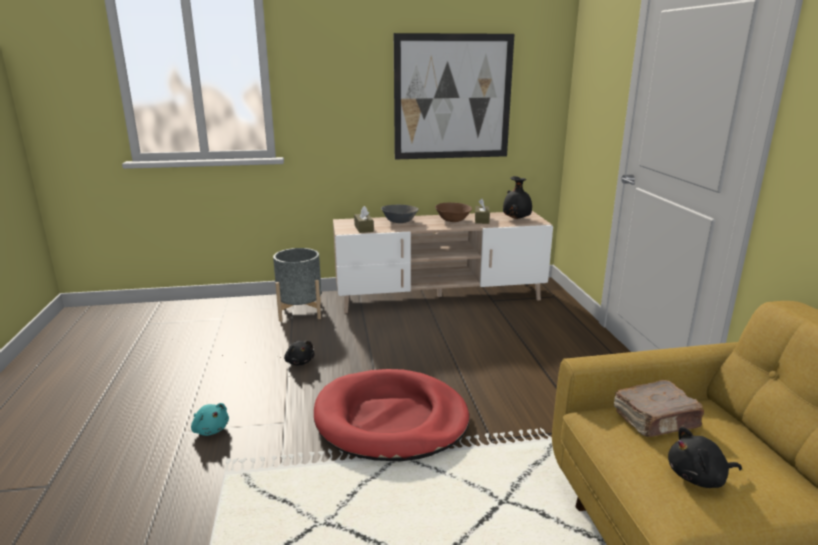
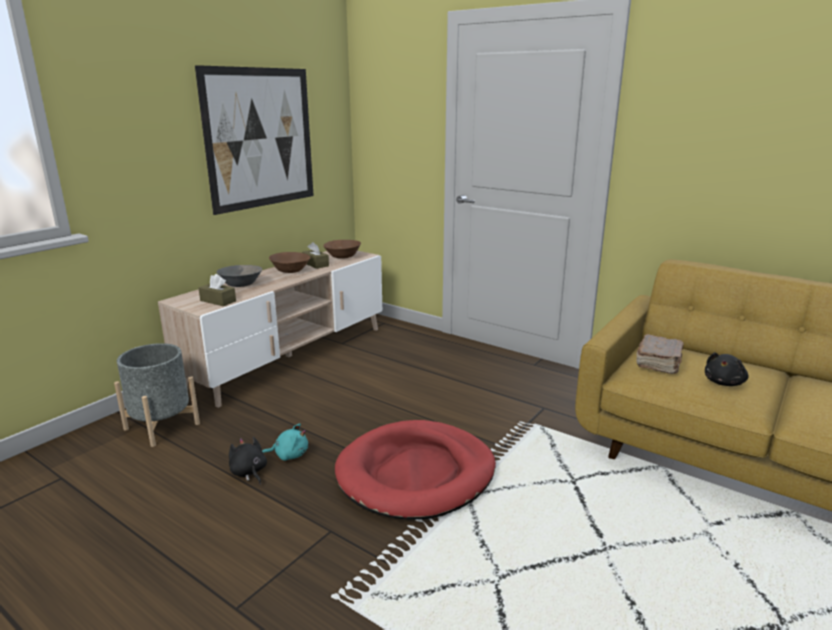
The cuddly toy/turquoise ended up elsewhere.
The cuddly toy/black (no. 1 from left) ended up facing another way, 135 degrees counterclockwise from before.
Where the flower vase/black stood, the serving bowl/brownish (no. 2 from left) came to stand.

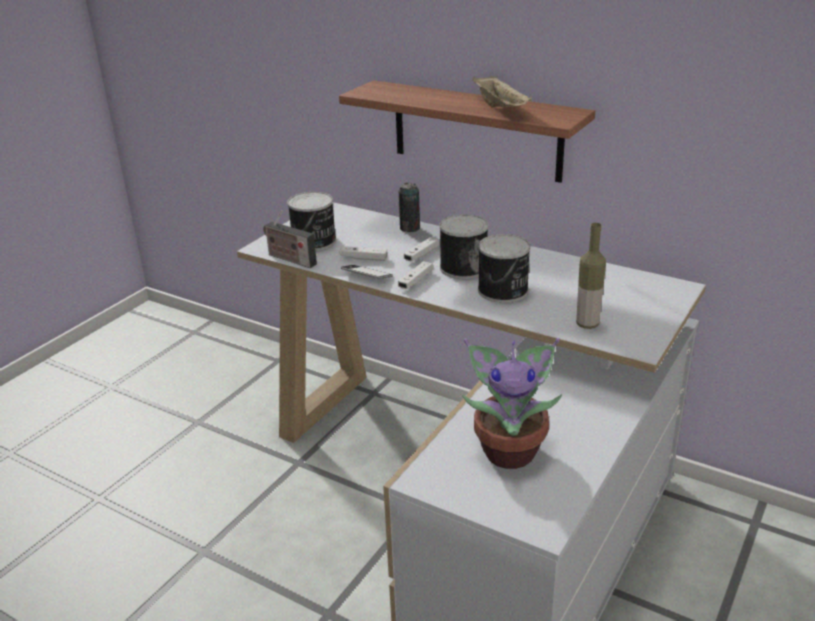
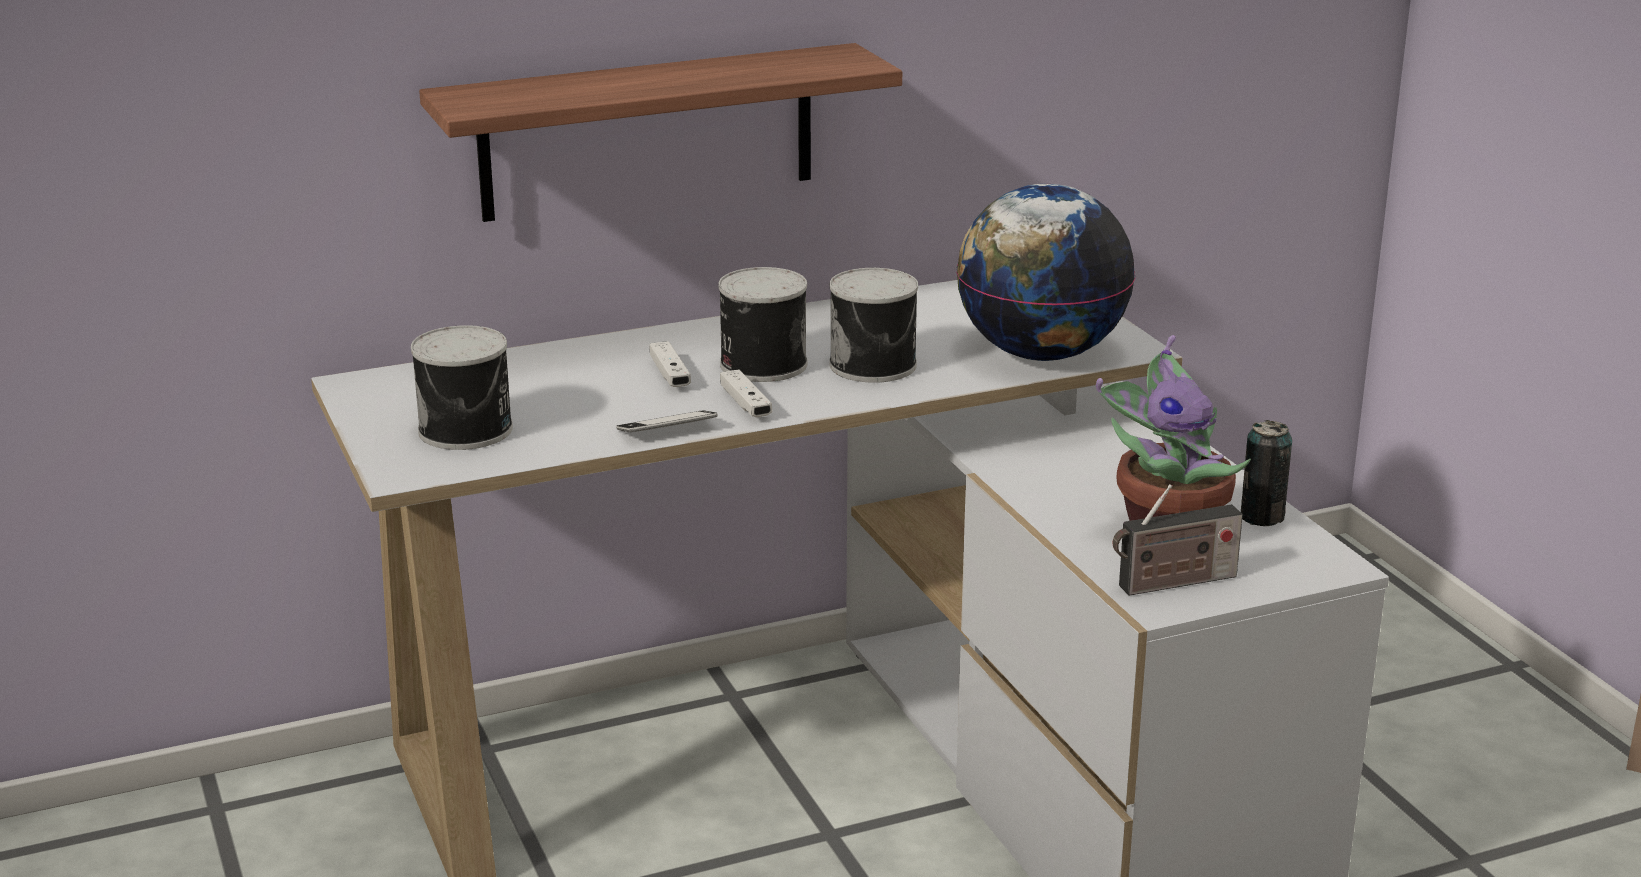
The radio set ended up elsewhere.
The second view lost the game controller/whitish (no. 1 from left).
The sealed can (no. 2 from left in the first image) ended up elsewhere.
The second view lost the serving tray/sand-coloured.
Where the bottle stood, the globe came to stand.

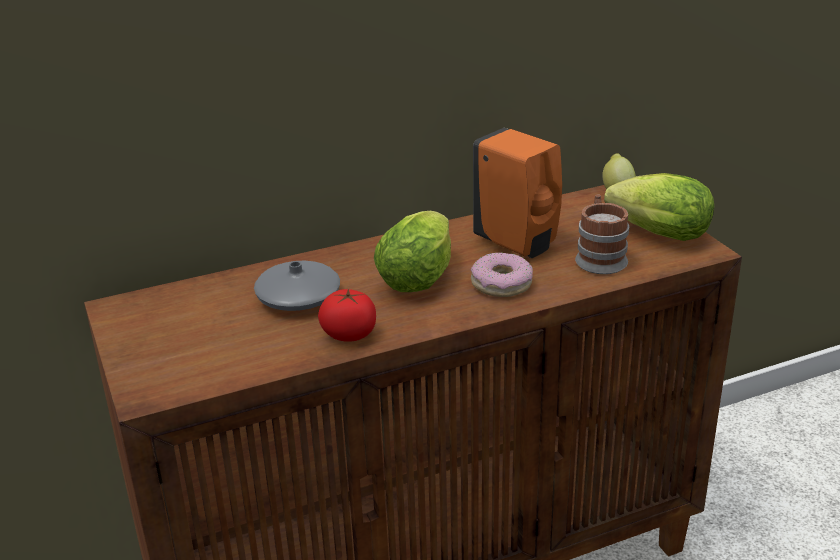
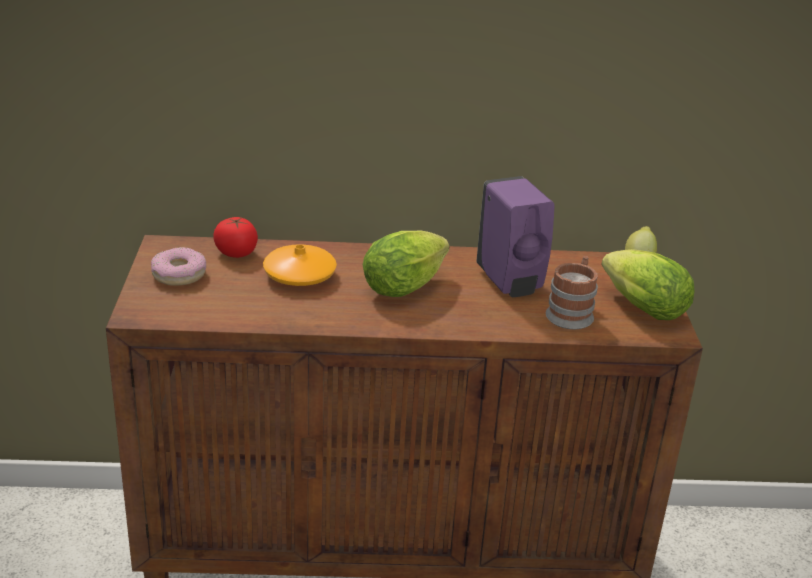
What was the flower vase/grey turned into the flower vase/orange-coloured.
The fresh tomato ended up elsewhere.
The doughnut ended up elsewhere.
What was the liquid soap bottle/orange-coloured turned into the liquid soap bottle/purple-coloured.

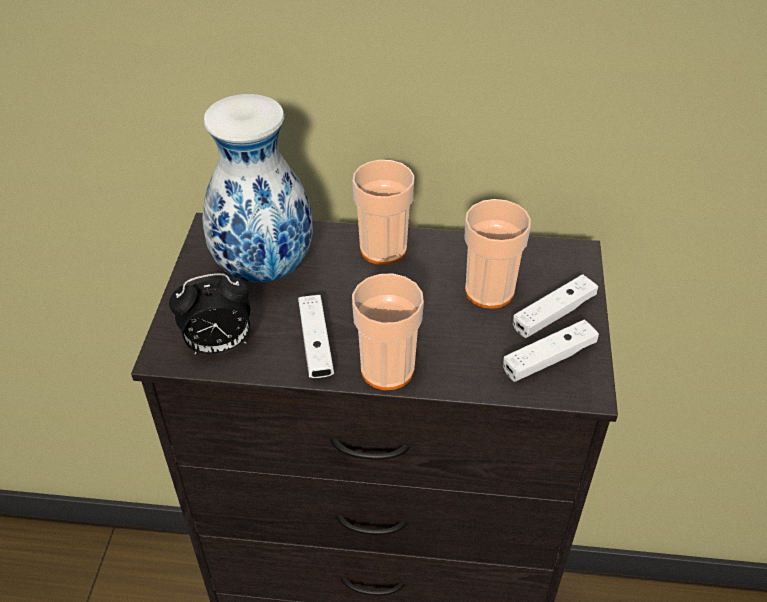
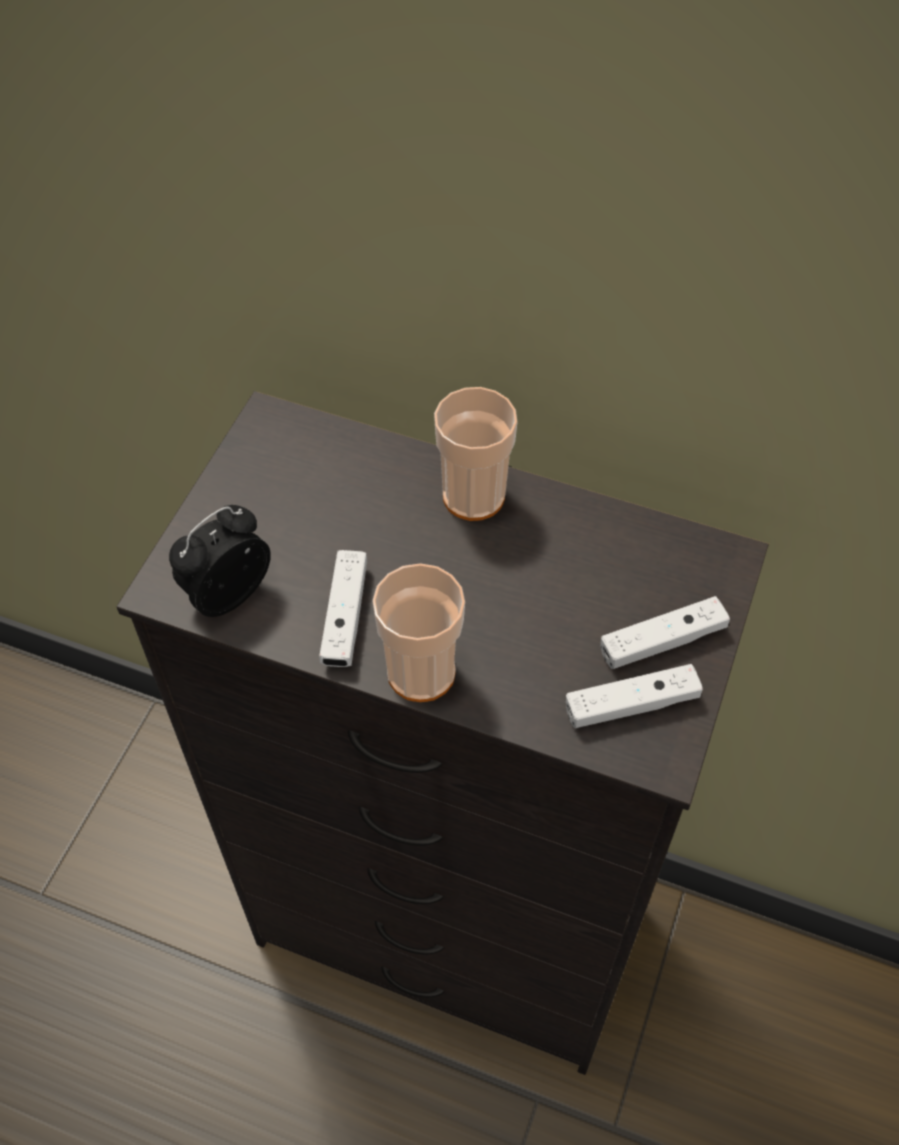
The bedside clock ended up facing another way, 135 degrees clockwise from before.
The second view lost the flower vase.
The second view lost the drinking cup (no. 3 from left).

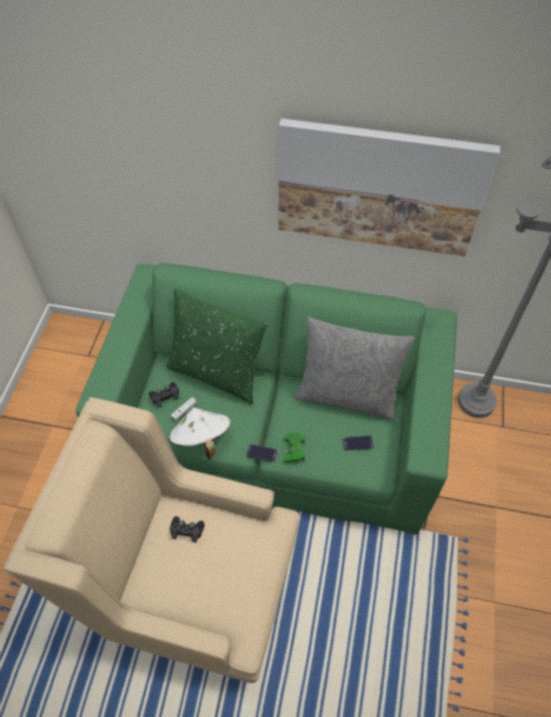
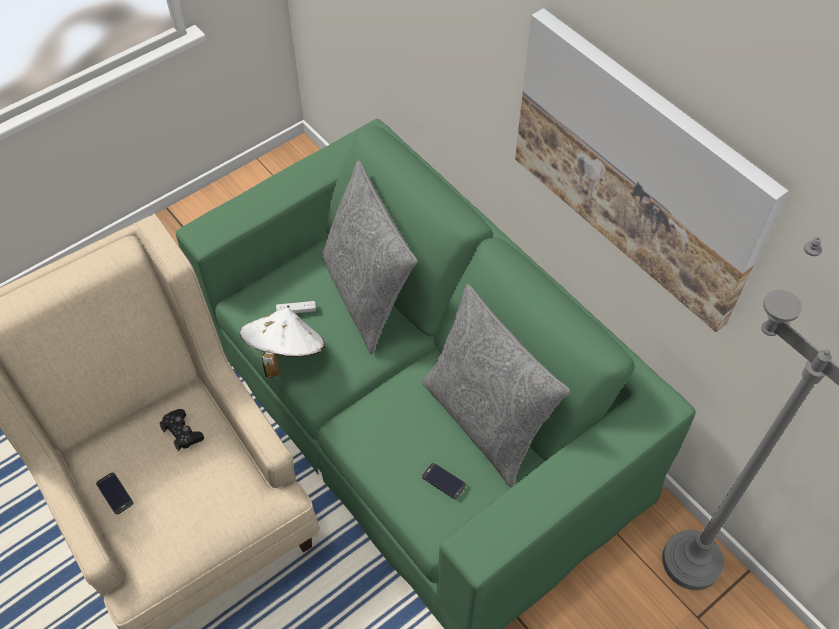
The second view lost the game controller/black (no. 1 from left).
What was the cushion/green turned into the cushion/grey (no. 1 from left).
The telephone (no. 1 from left) ended up elsewhere.
The second view lost the game controller/green.

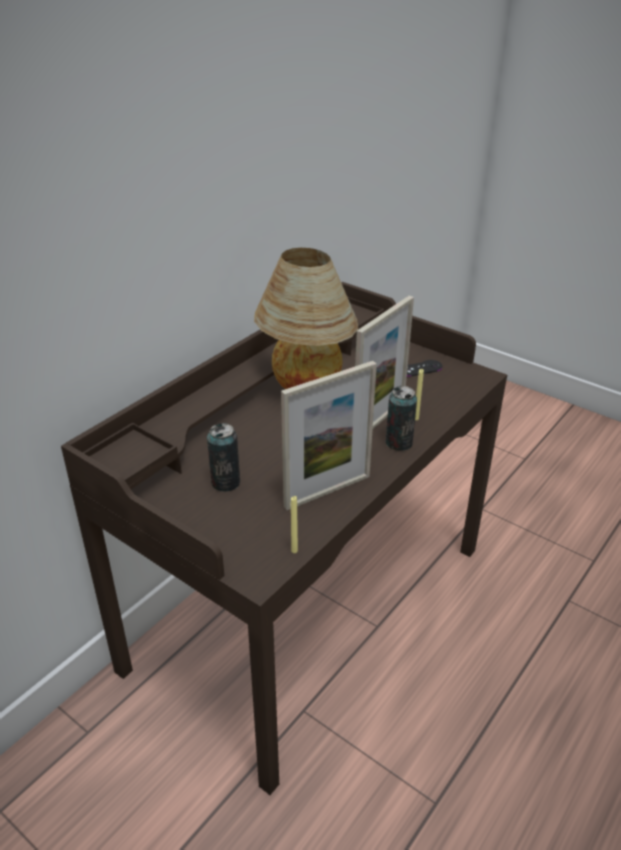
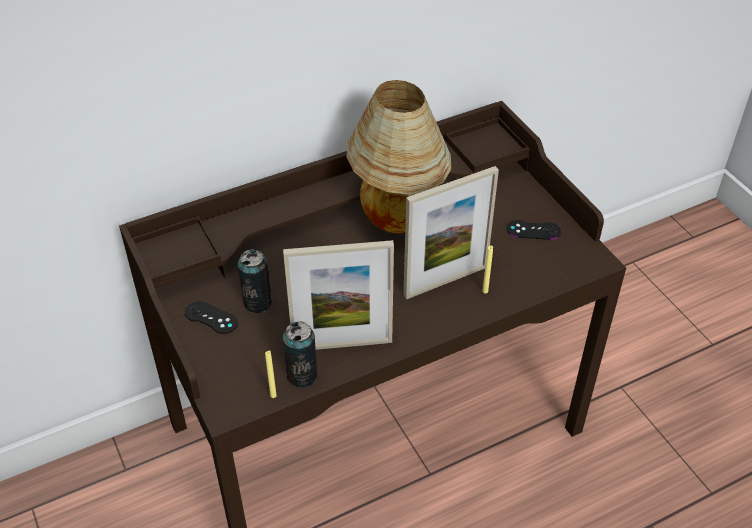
The sealed can (no. 2 from left) ended up elsewhere.
The second view gained the game controller/black (no. 1 from left).

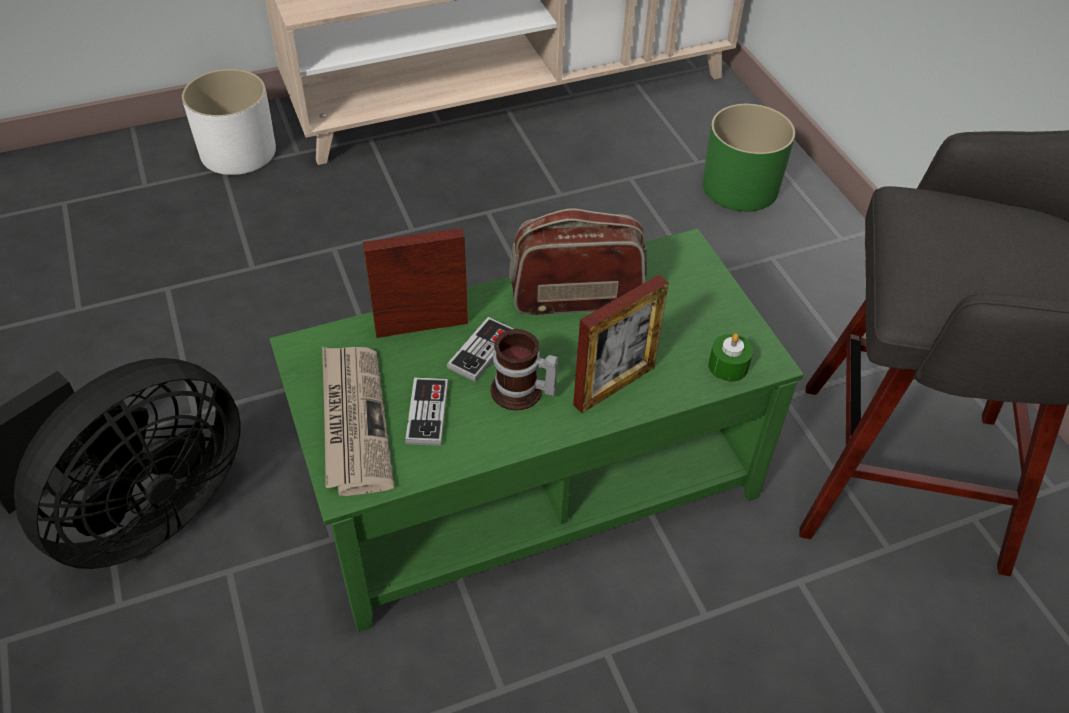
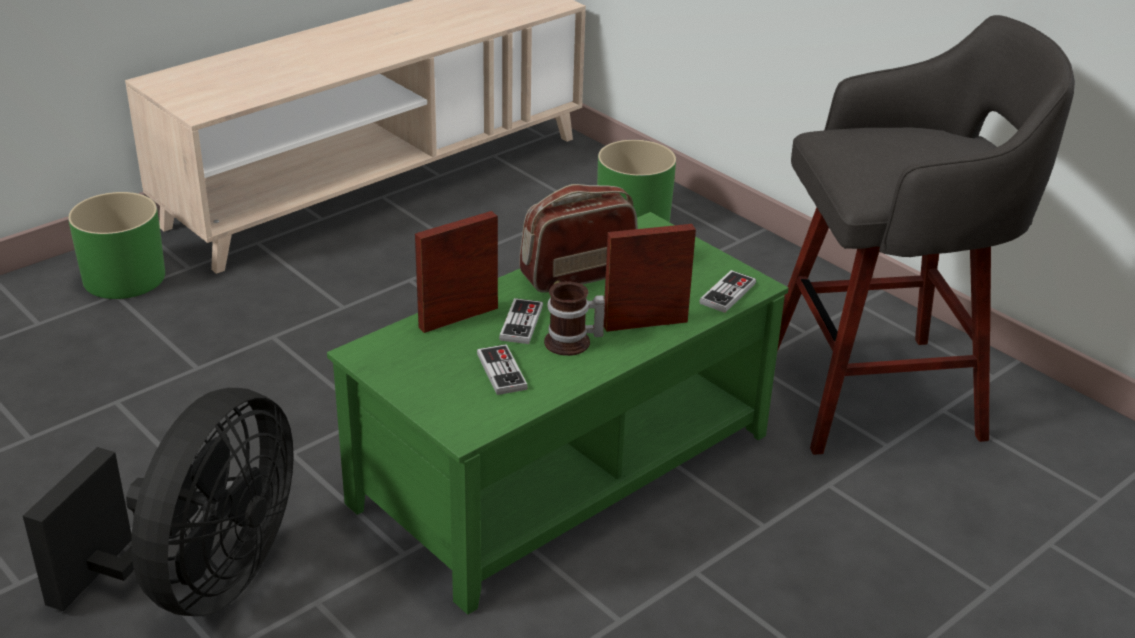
What was the planter/whitish turned into the planter/green (no. 1 from left).
The second view lost the newspaper.
The standing frame (no. 2 from left) ended up facing another way, 135 degrees counterclockwise from before.
Where the candle/green stood, the game controller (no. 3 from left) came to stand.

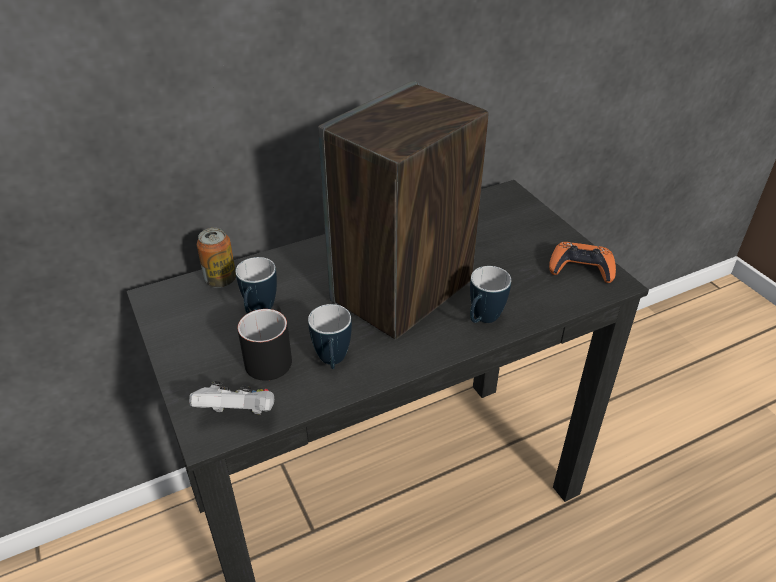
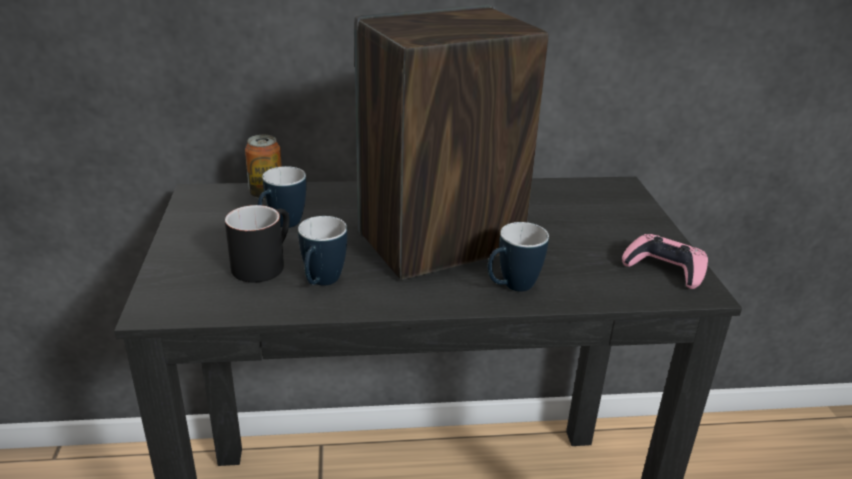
The second view lost the game controller/whitish.
What was the game controller/orange-coloured turned into the game controller/pinkish.

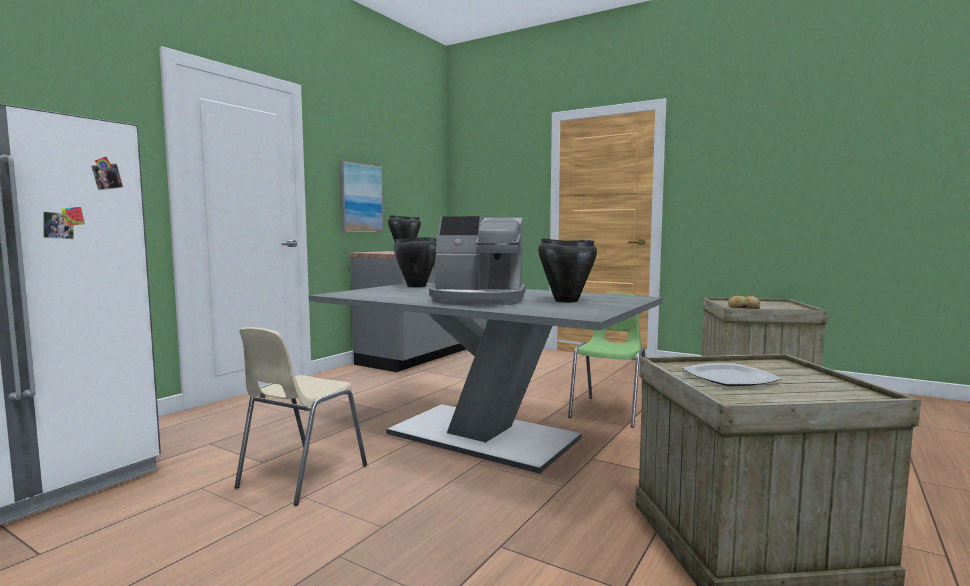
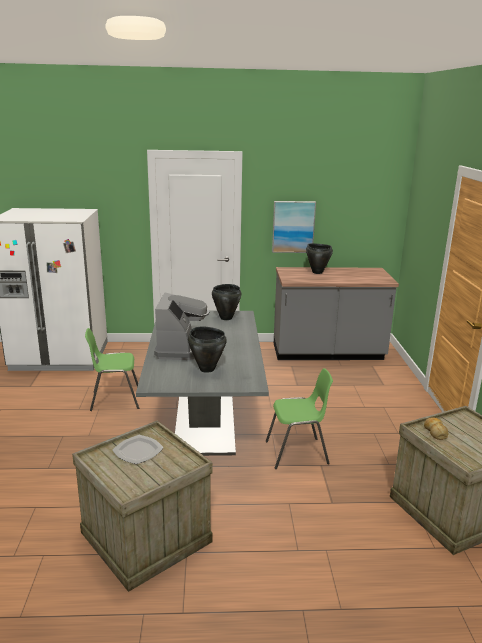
What was the chair/sand-coloured turned into the chair/green (no. 1 from left).
The coffee machine ended up facing another way, 150 degrees counterclockwise from before.

